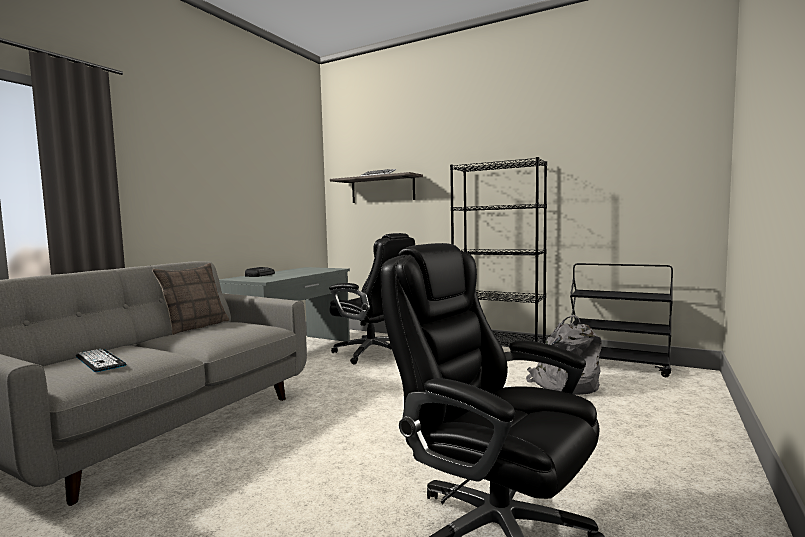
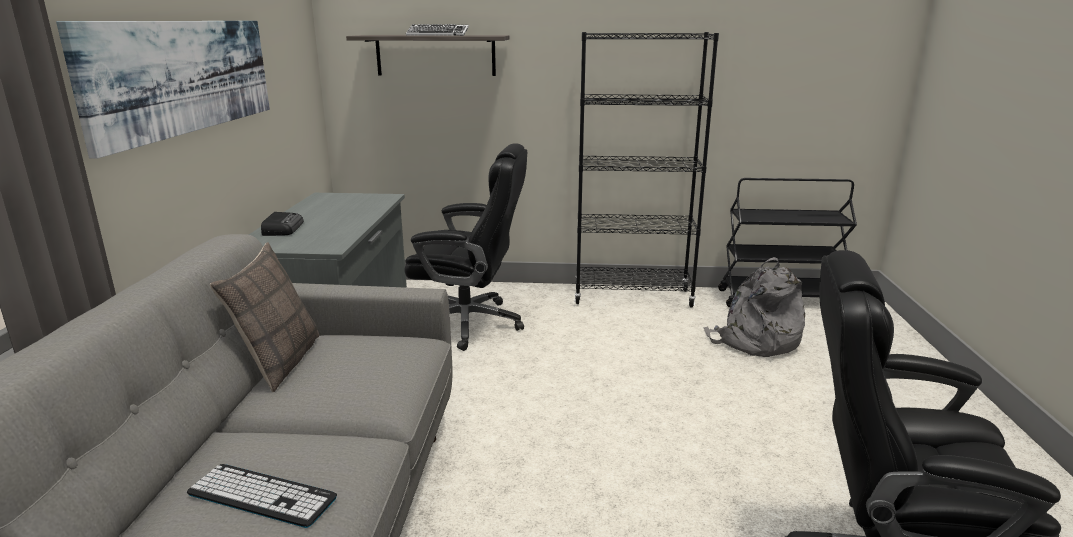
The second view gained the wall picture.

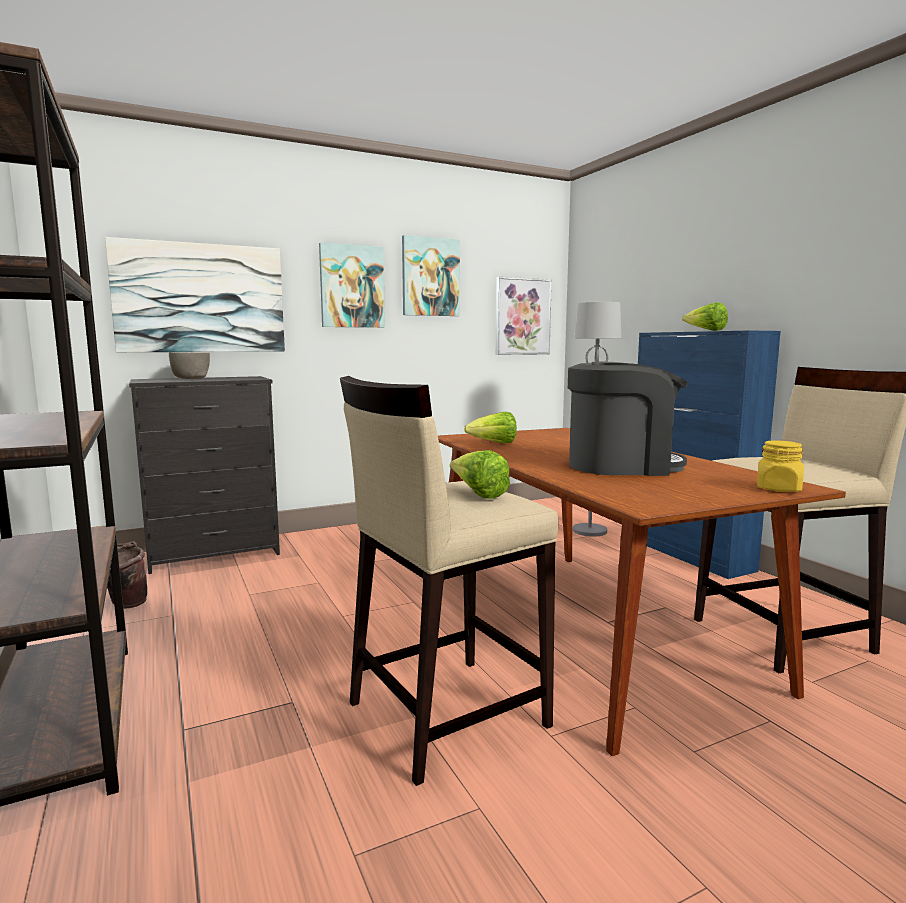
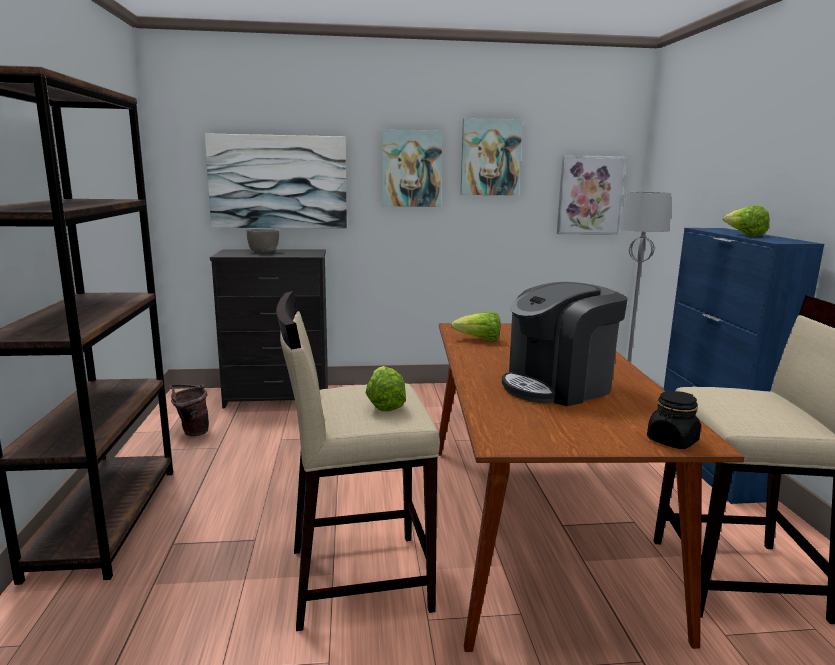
The coffee machine ended up facing another way, 135 degrees clockwise from before.
What was the preserve jar/yellow-coloured turned into the preserve jar/black.

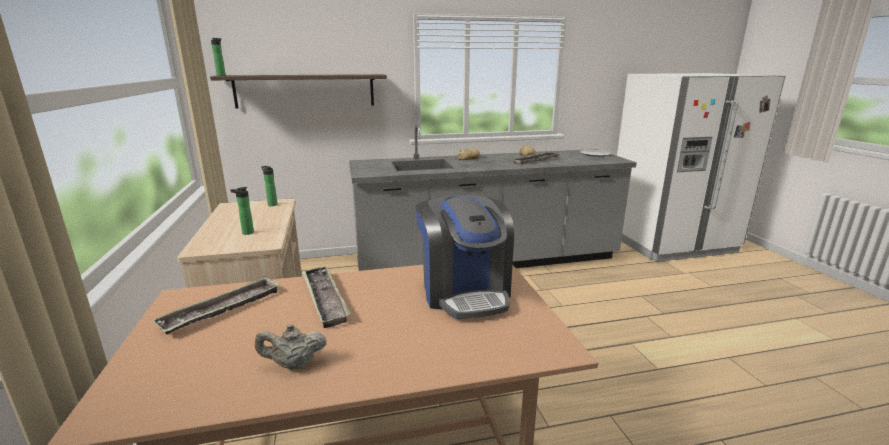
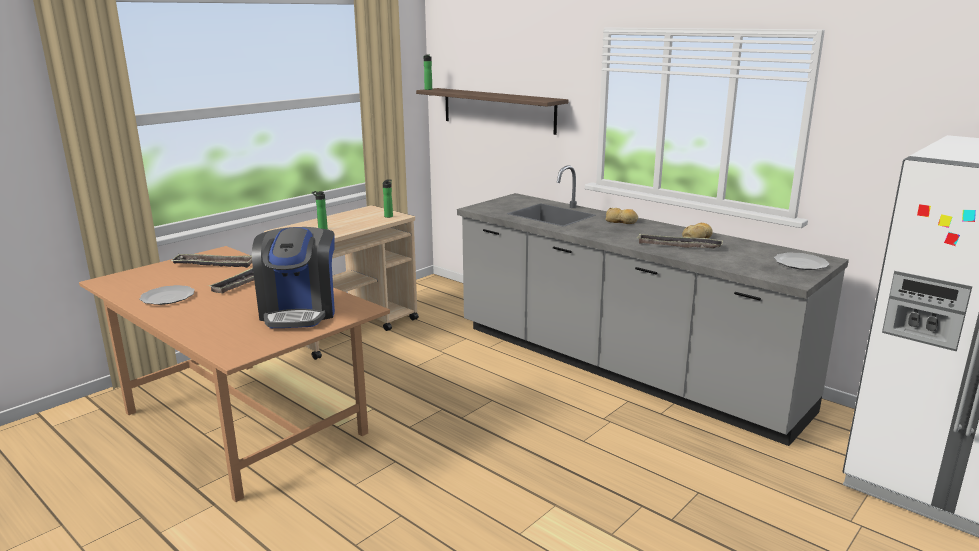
Where the tea pot/sand-coloured stood, the plate (no. 1 from left) came to stand.
The coffee machine ended up facing another way, 45 degrees counterclockwise from before.

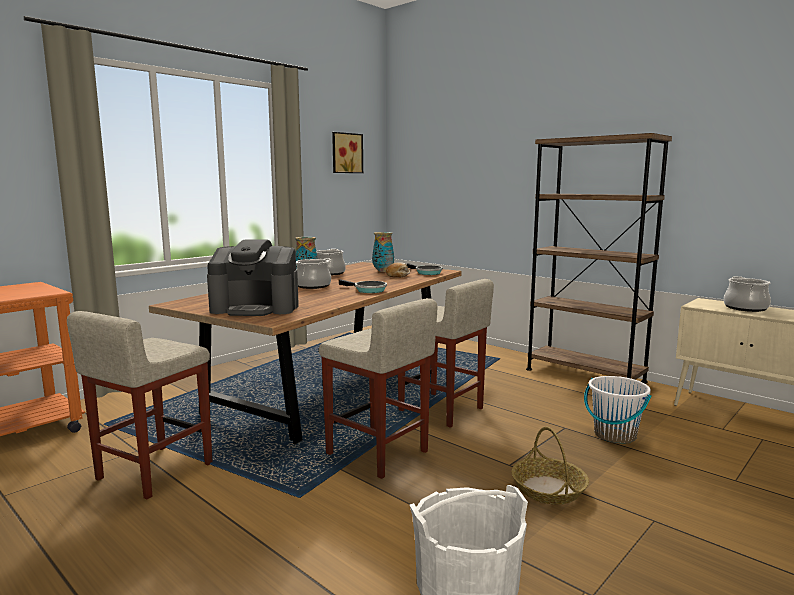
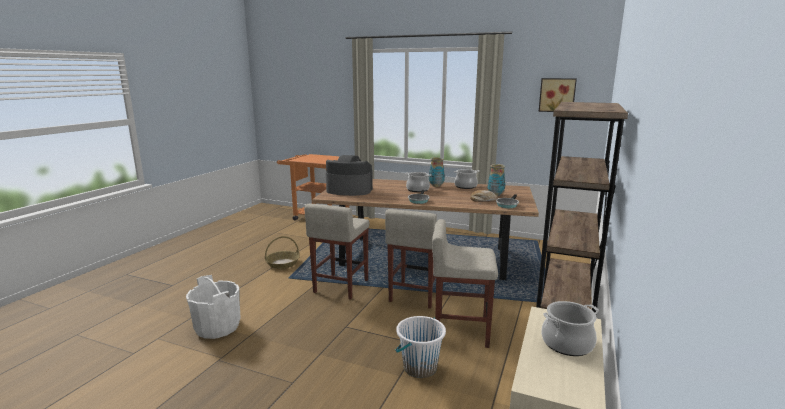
The stool/sand-coloured (no. 1 from left in the first image) ended up elsewhere.
The coffee machine ended up facing another way, 120 degrees clockwise from before.
The household basket ended up elsewhere.

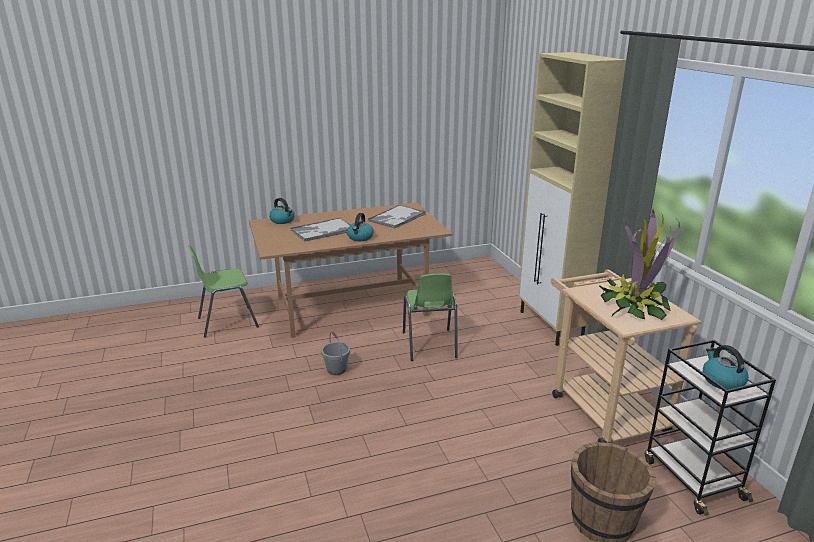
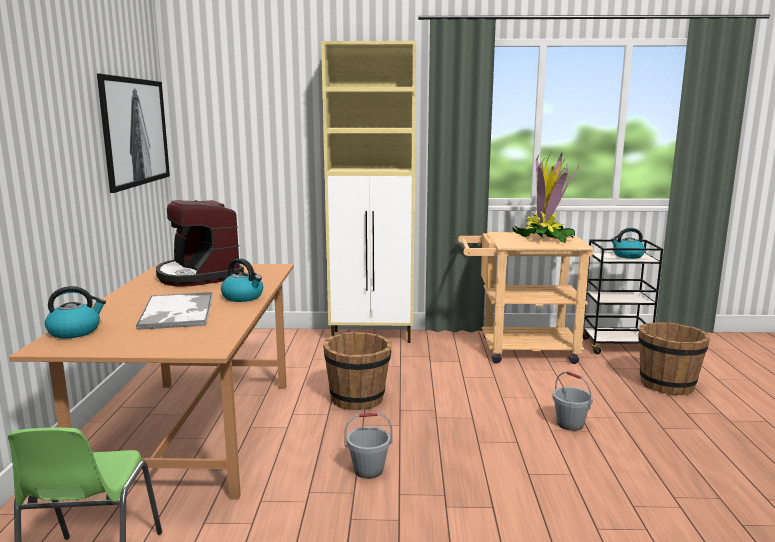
Where the serving tray (no. 2 from left) stood, the coffee machine came to stand.
Where the chair/green (no. 2 from left) stood, the water bucket/brownish (no. 1 from left) came to stand.
The second view gained the wall picture.
The second view gained the water bucket/grey (no. 2 from left).

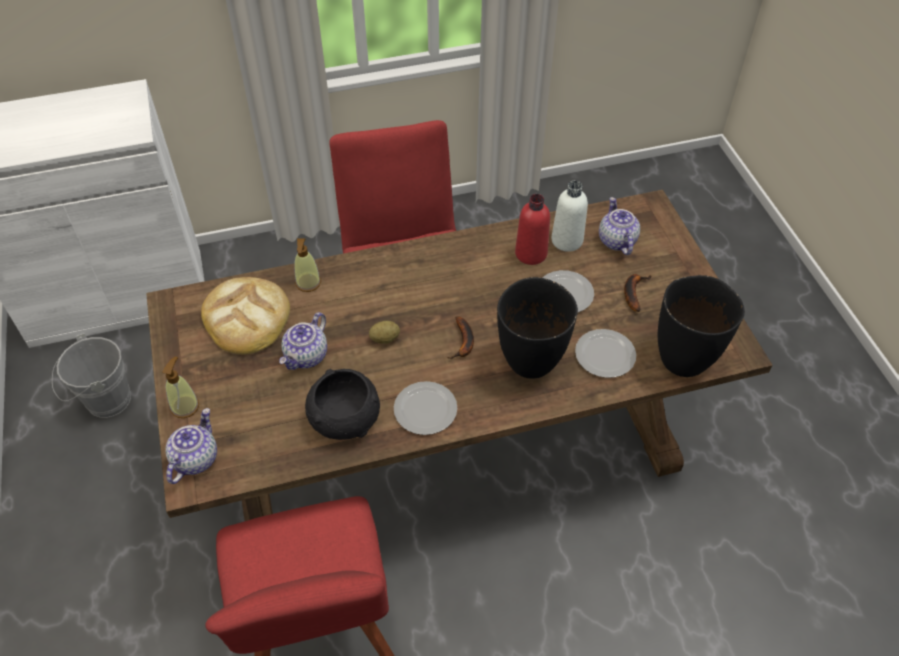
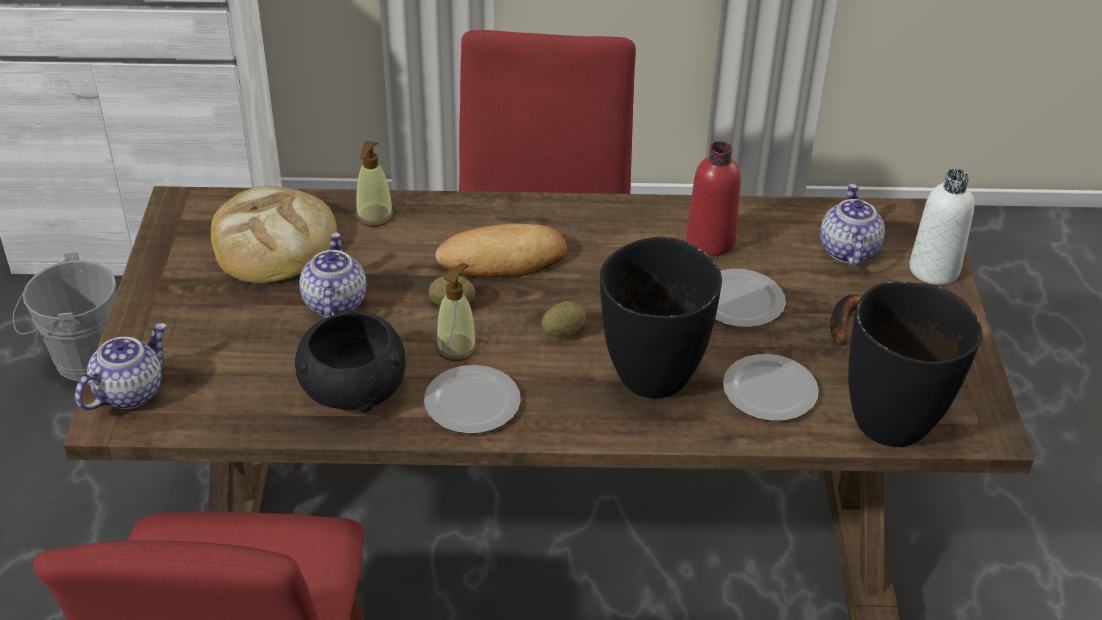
The liquid soap bottle (no. 1 from left in the first image) ended up elsewhere.
The tea pot (no. 2 from left) ended up facing another way, 135 degrees clockwise from before.
Where the whole banana (no. 1 from left) stood, the spud (no. 2 from left) came to stand.
The bottle/whitish ended up elsewhere.
The second view gained the bakery bread (no. 2 from left).

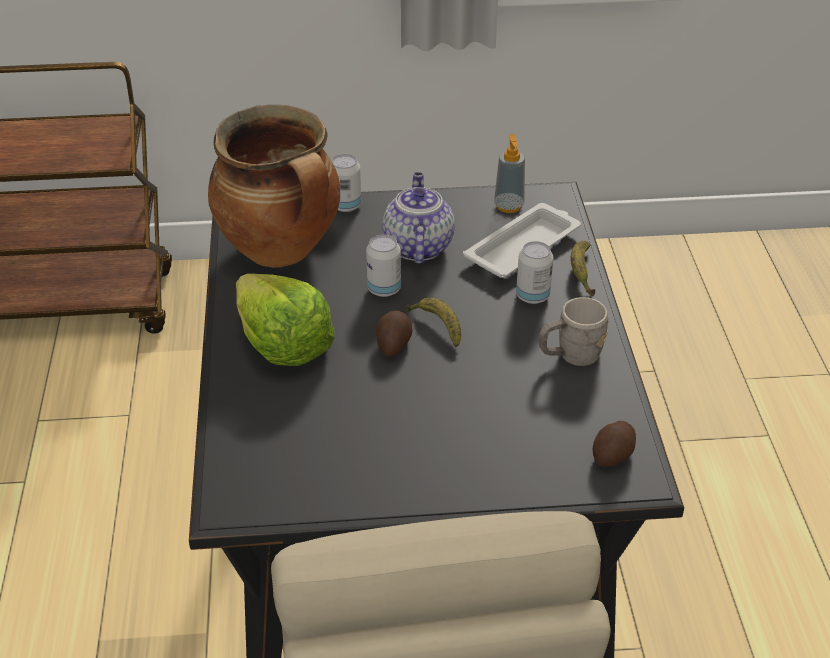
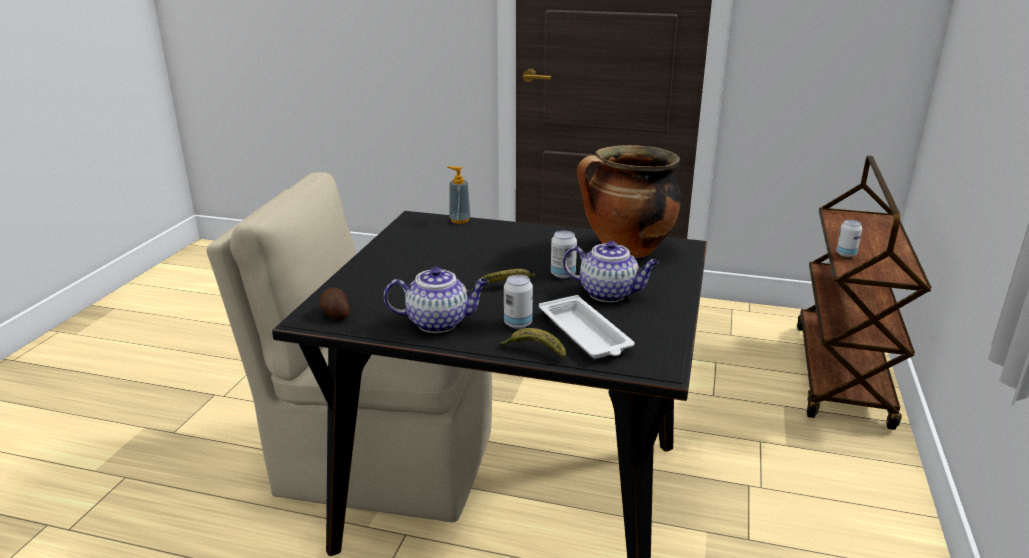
The second view lost the lettuce.
The sealed can (no. 1 from left in the first image) ended up elsewhere.
The second view lost the spud (no. 1 from left).
The liquid soap bottle ended up elsewhere.
Where the mug/grey stood, the tea pot (no. 1 from left) came to stand.

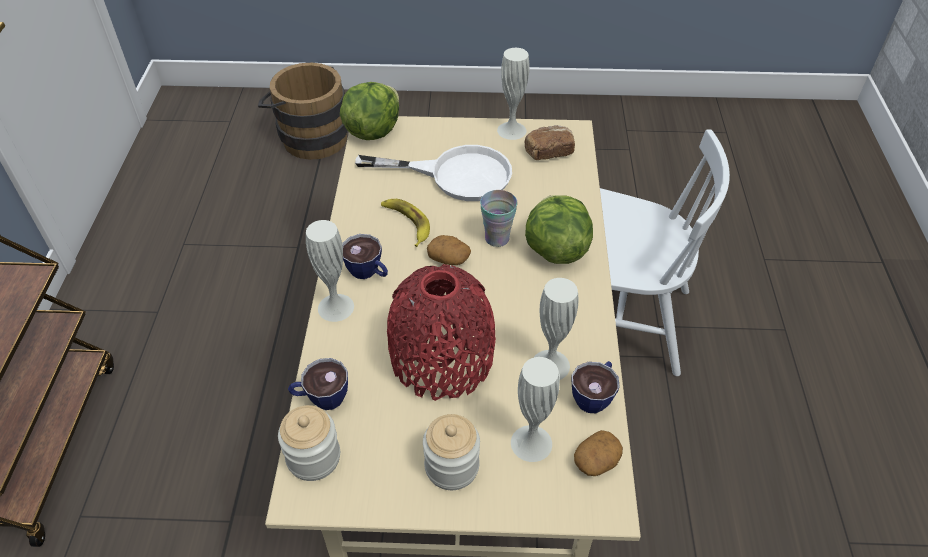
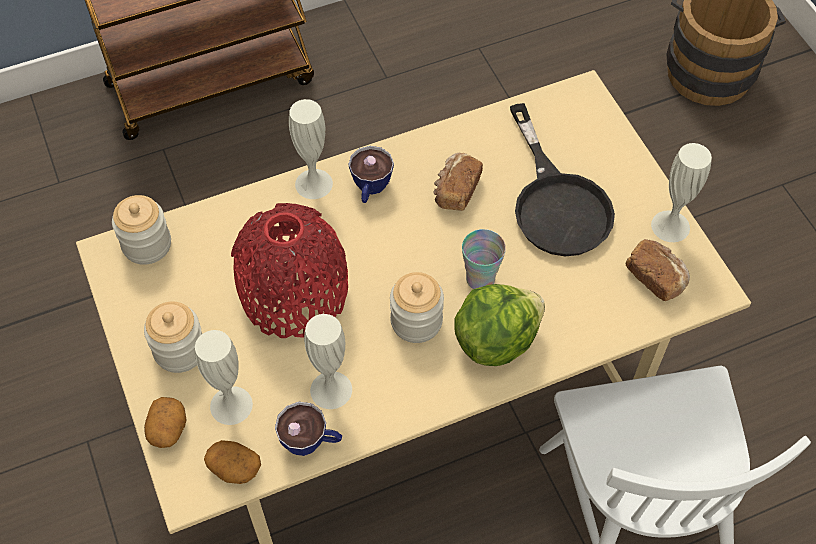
The second view lost the drinking cup (no. 1 from left).
The second view lost the lettuce (no. 1 from left).
What was the pan/whitish turned into the pan/black.
Where the whole banana stood, the bakery bread (no. 1 from left) came to stand.
The spud (no. 1 from left) ended up elsewhere.
The second view gained the preserve jar (no. 3 from left).

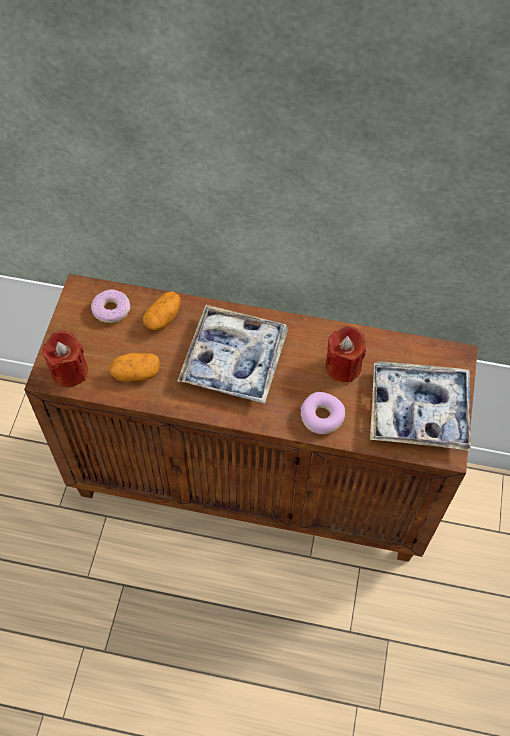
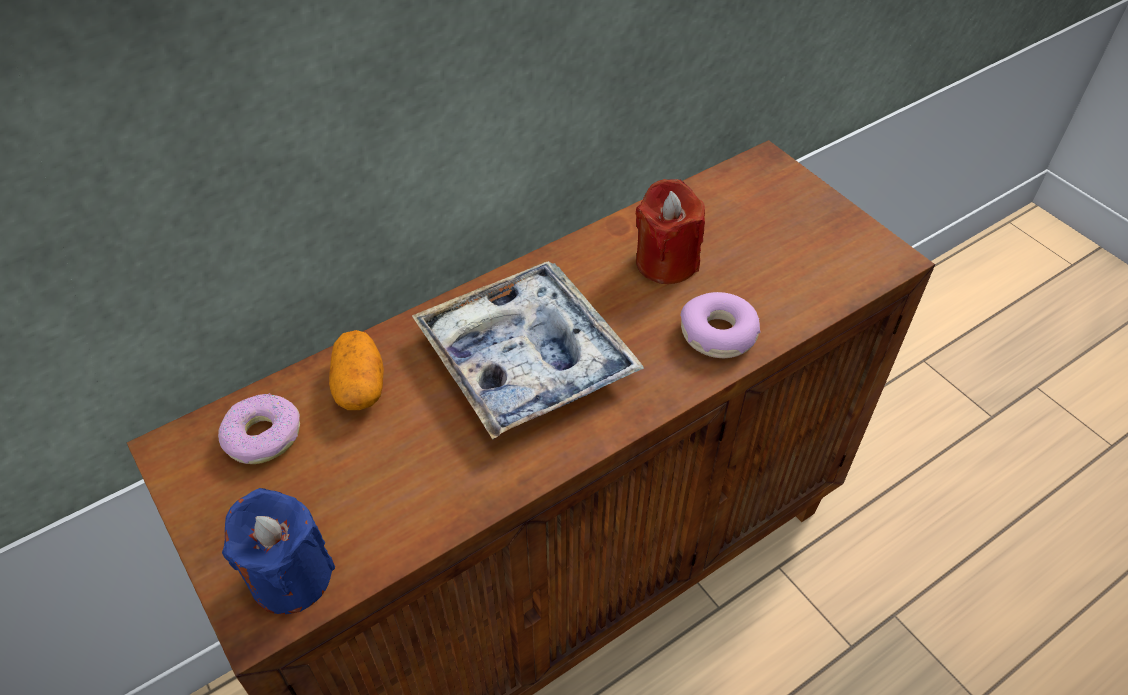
What was the candle/red (no. 1 from left) turned into the candle/blue.
The second view lost the spud (no. 1 from left).
The second view lost the serving tray (no. 2 from left).

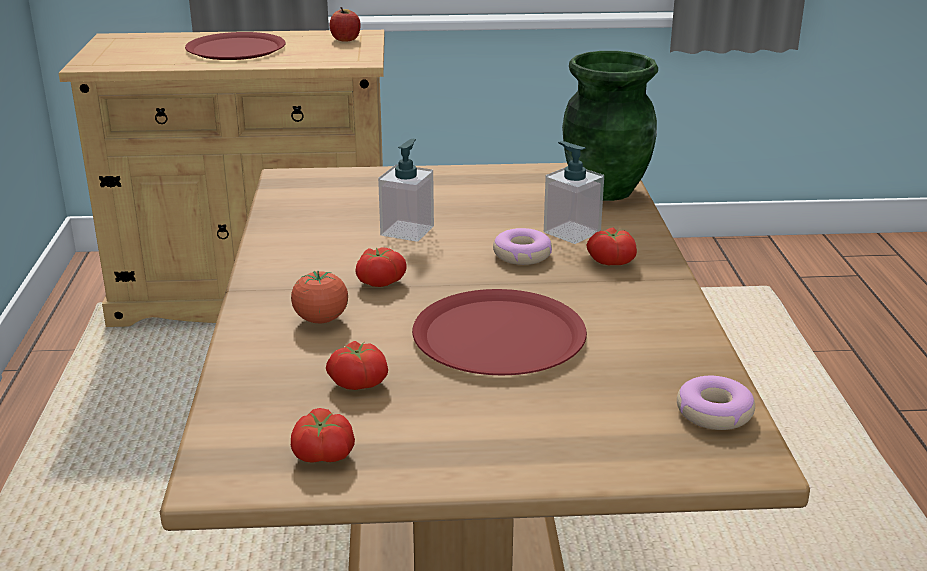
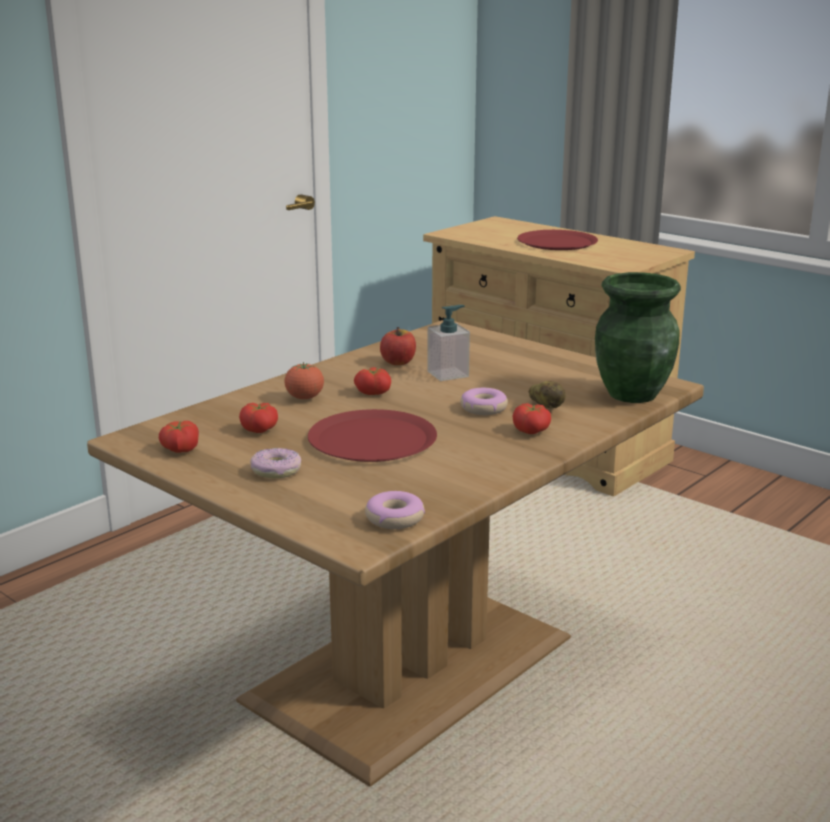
The apple ended up elsewhere.
Where the liquid soap bottle (no. 2 from left) stood, the spud came to stand.
The second view gained the doughnut (no. 1 from left).

